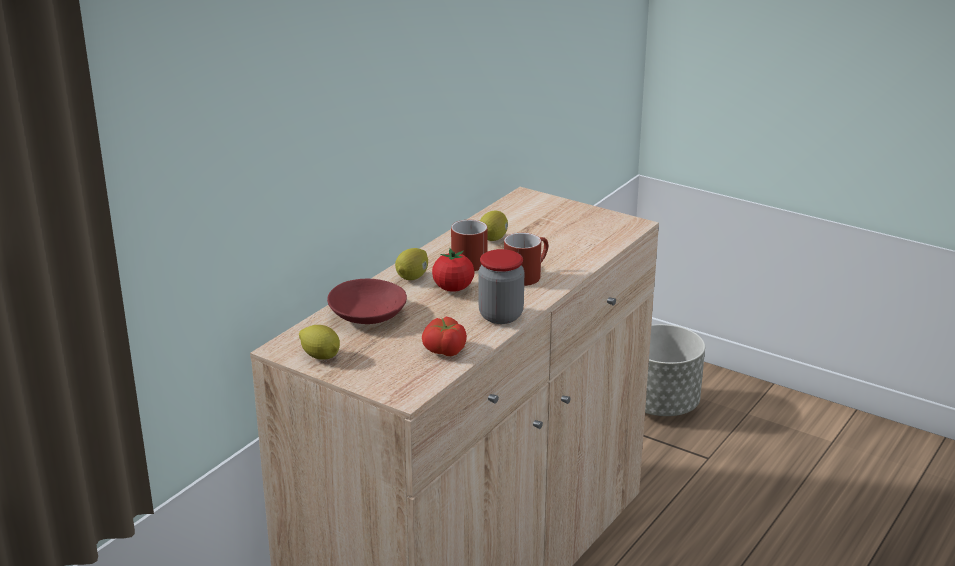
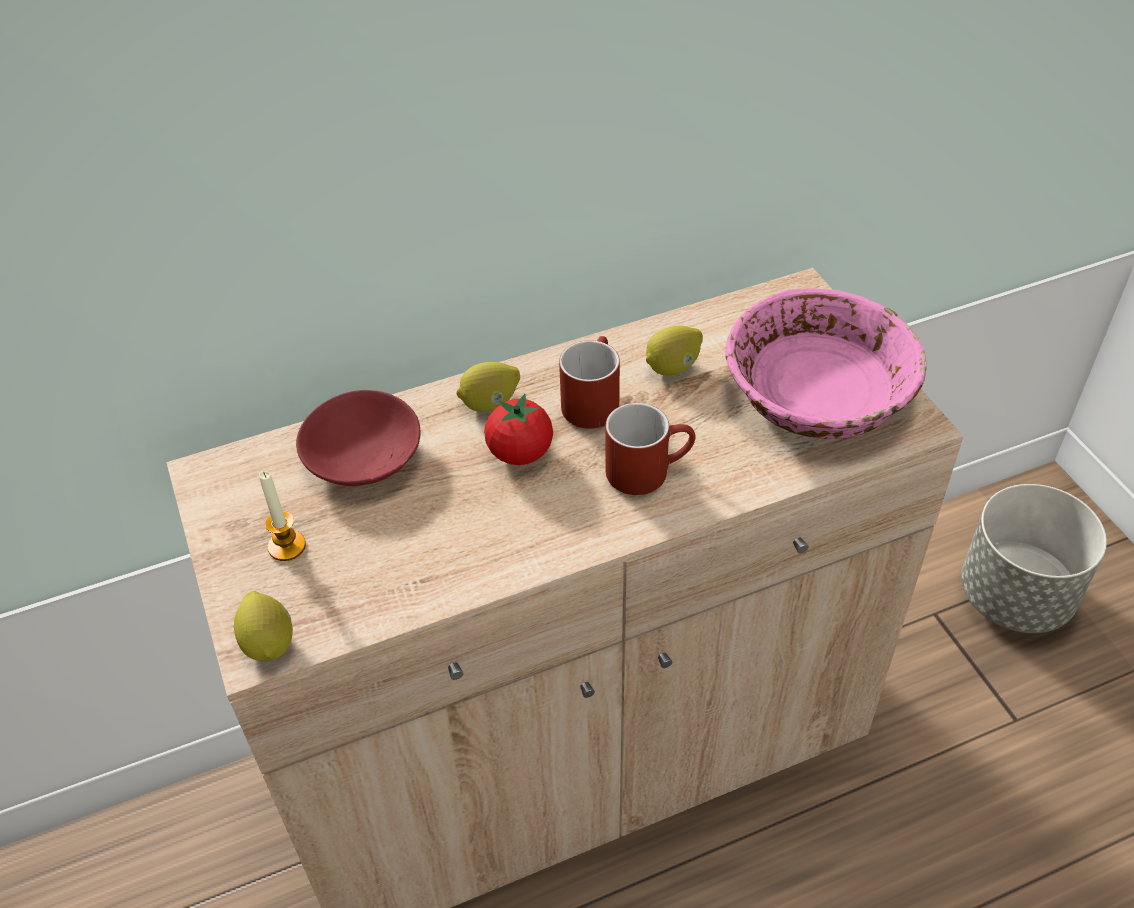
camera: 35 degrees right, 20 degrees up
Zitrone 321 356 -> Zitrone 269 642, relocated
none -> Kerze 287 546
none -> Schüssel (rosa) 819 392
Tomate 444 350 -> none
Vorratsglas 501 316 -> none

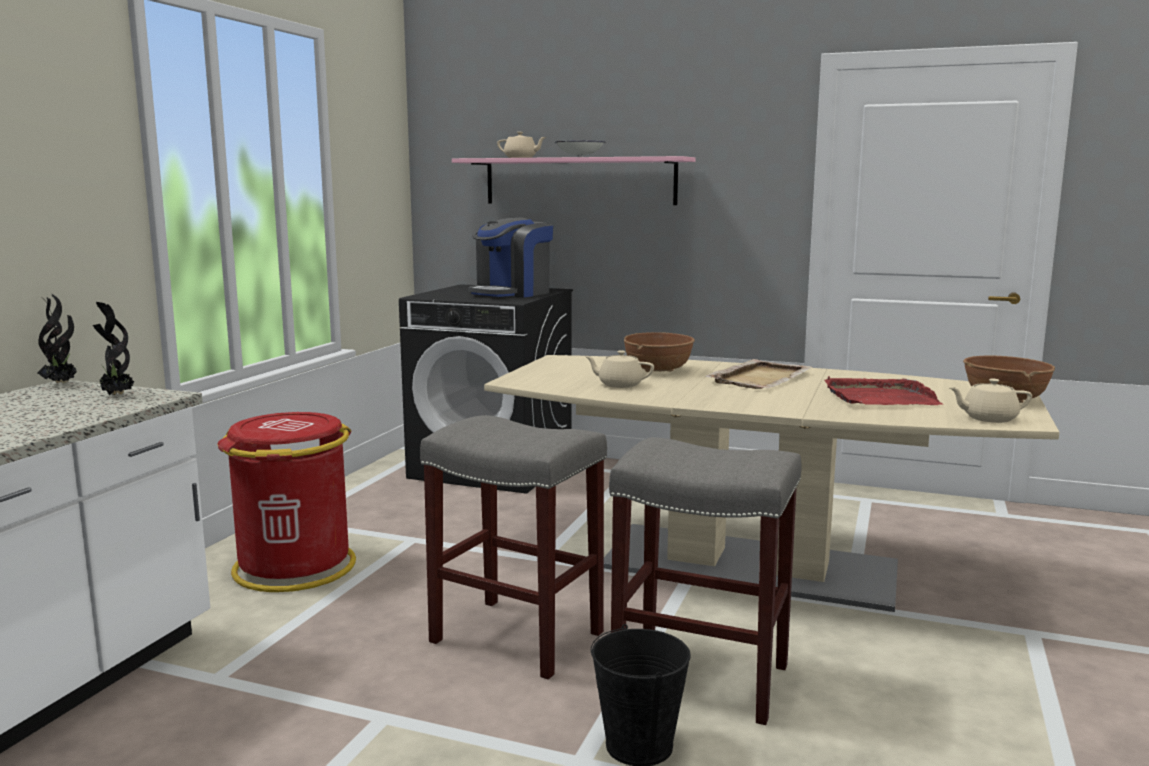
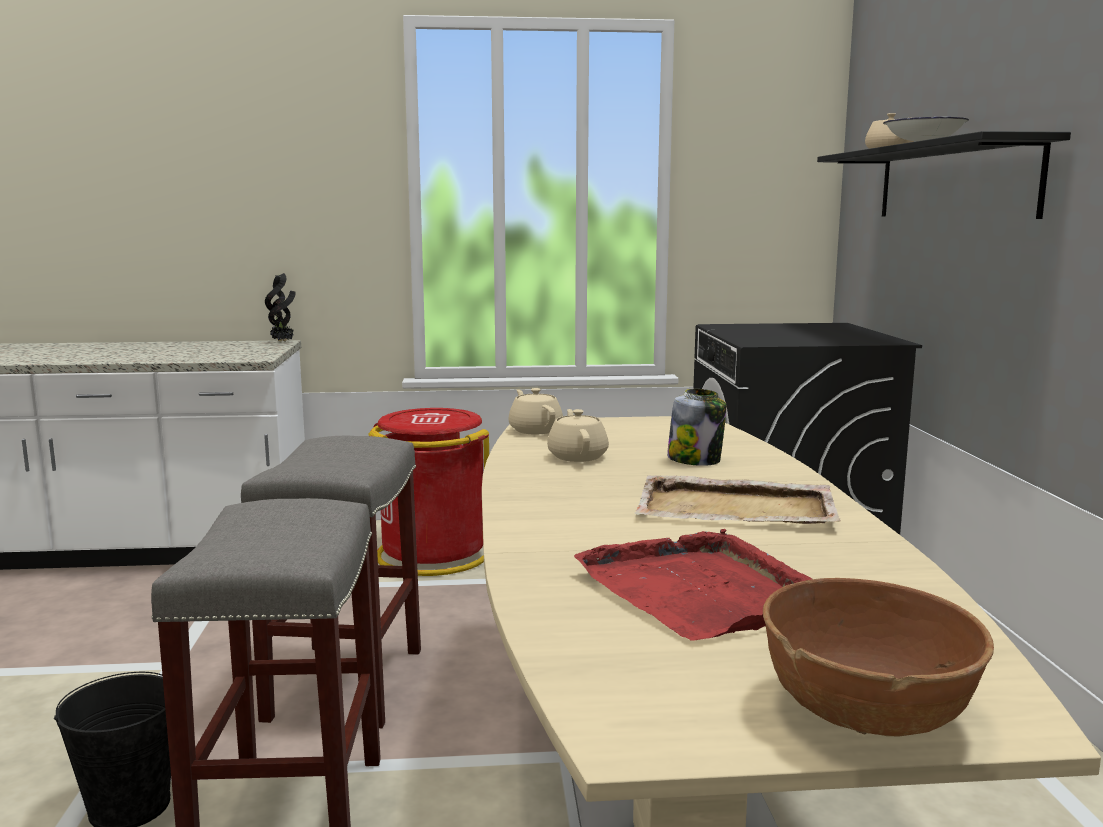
camera: 65 degrees right, 0 degrees up
Teekanne (beige) 988 418 -> Teekanne (beige) 535 430, relocated
Schüssel (braun) 658 370 -> Vorratsglas 695 460
Wandregal (rosa) 579 181 -> Wandregal (schwarz) 953 182
Topfpflanze 116 395 -> none
Kaffeemaschine 512 293 -> none

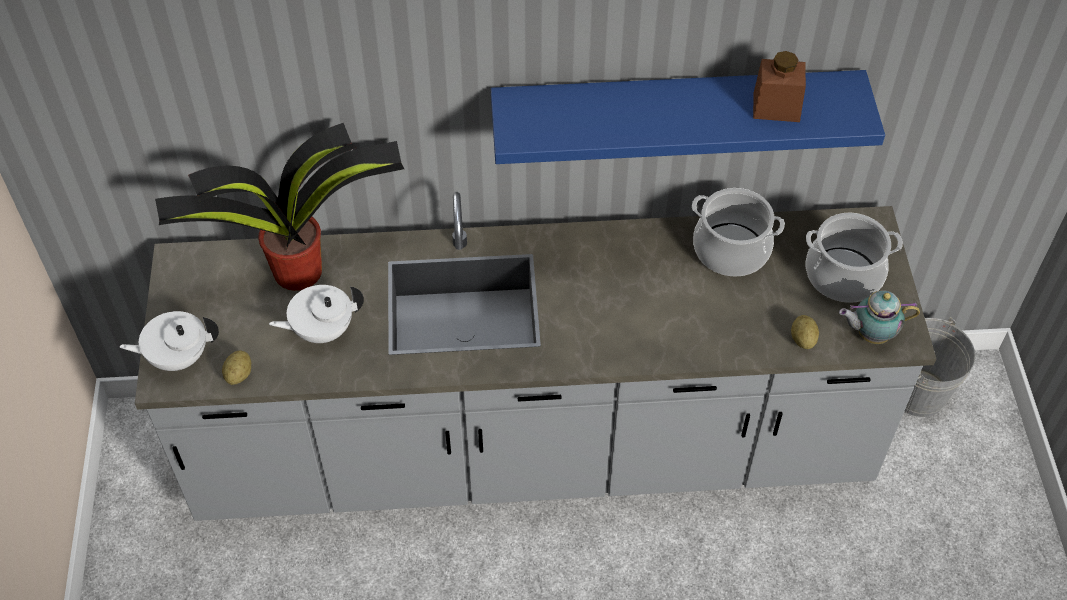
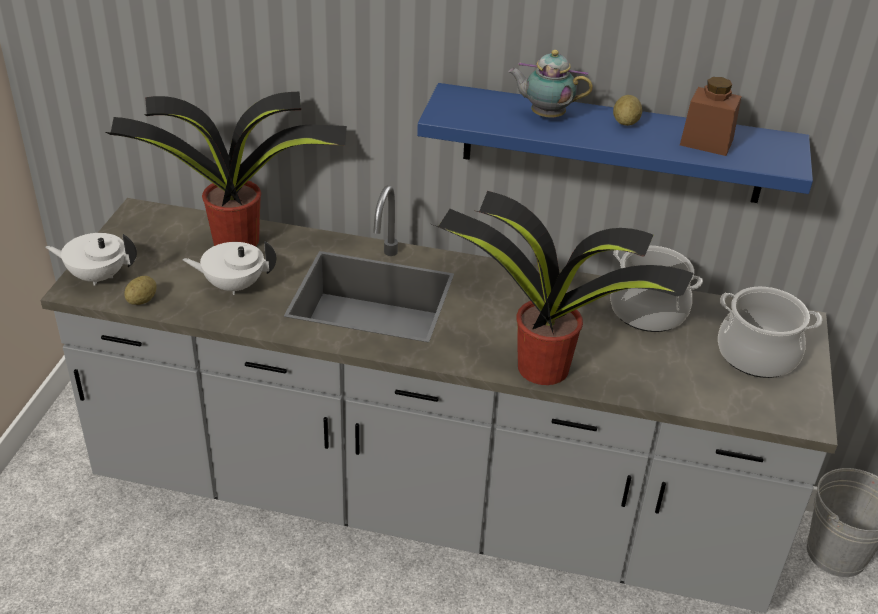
camera: 15 degrees right, 15 degrees down
none -> Topfpflanze 540 366
Teekanne 870 334 -> Teekanne 545 115, relocated
Kartoffel 803 339 -> Kartoffel 625 123, relocated

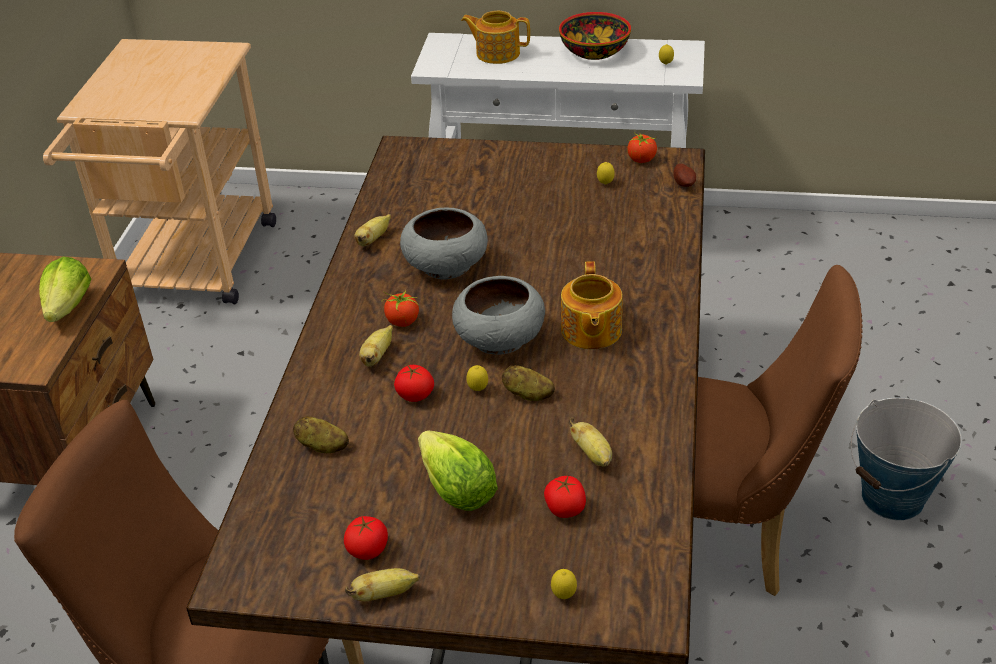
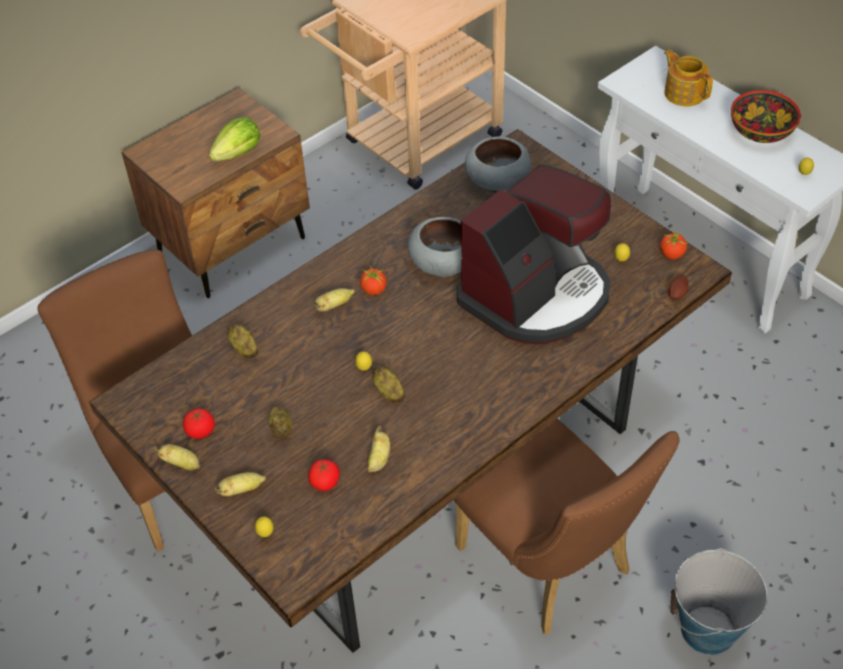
camera: 40 degrees right, 10 degrees up
Banane 373 239 -> Banane 242 490, relocated
Salatkopf 457 491 -> Kartoffel 281 428
none -> Kaffeemaschine 537 295
Schüssel (grau) 498 339 -> Schüssel (grau) 497 180, relocated
Tomate 415 395 -> none
Teekanne 590 331 -> none

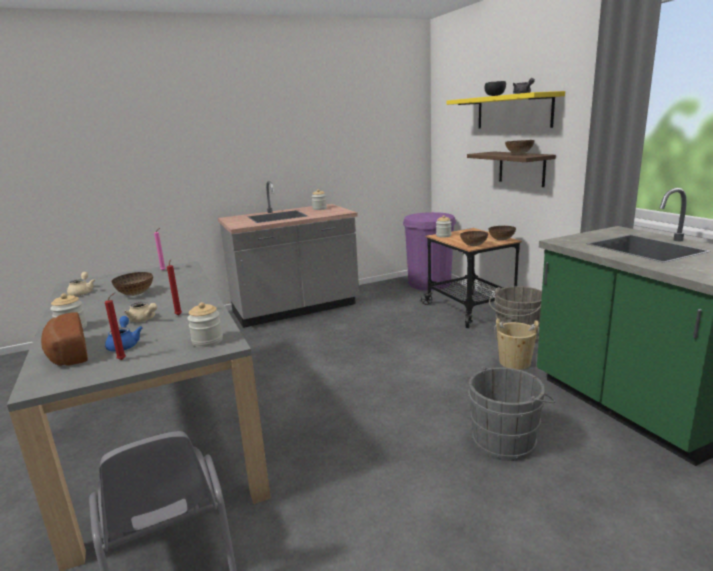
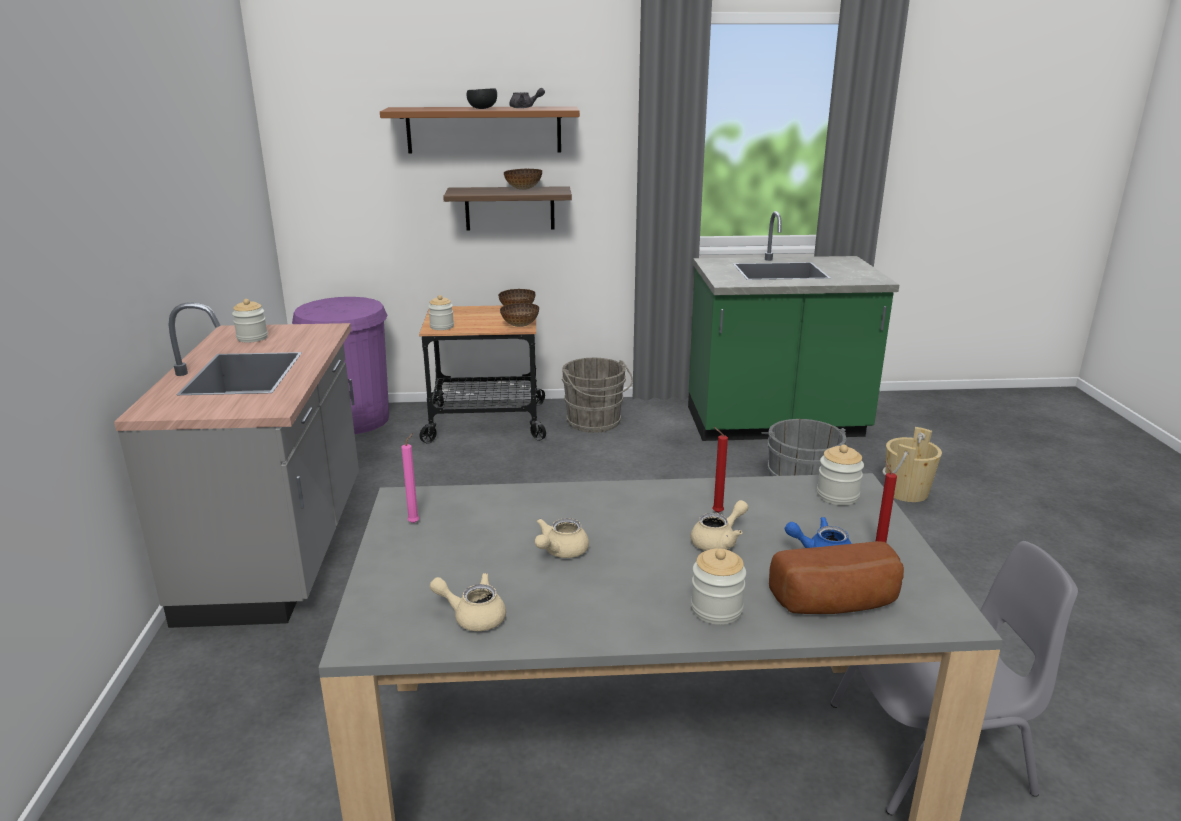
camera: 70 degrees left, 5 degrees up
Wandregal (gelb) 513 111 -> Wandregal (braun) 484 130
Schüssel 135 294 -> Teekanne (beige) 560 552
Eimer (beige) 514 362 -> Eimer (beige) 906 492, relocated

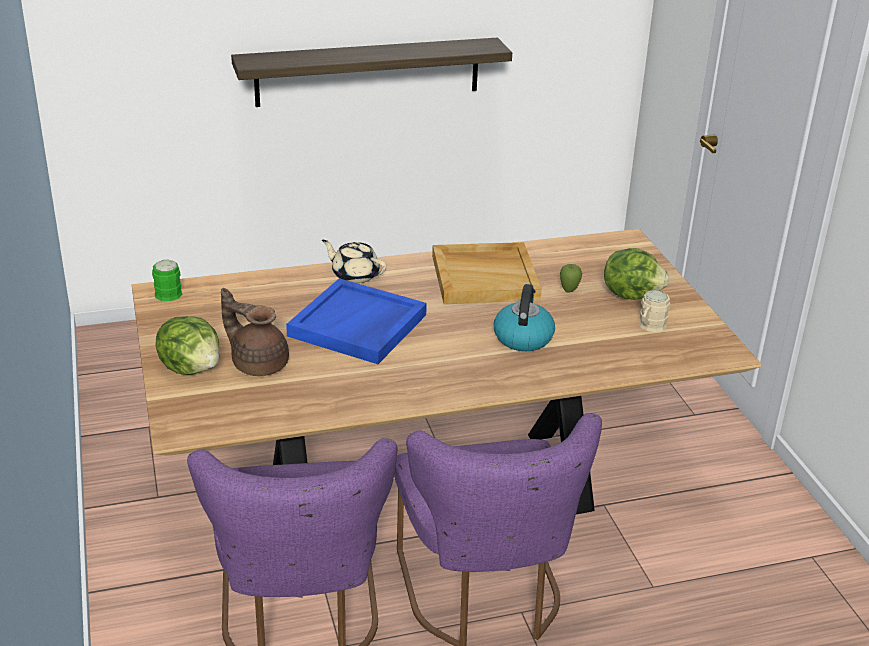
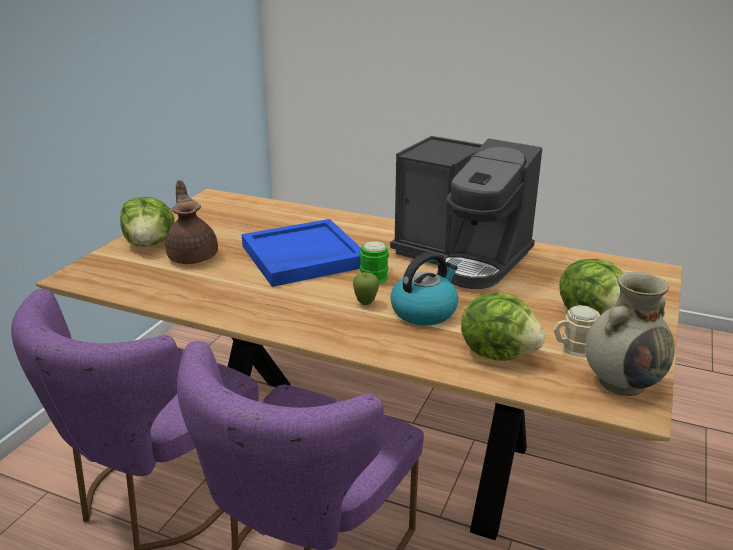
camera: 40 degrees right, 5 degrees down
Apfel 569 291 -> Apfel 365 304, relocated
Henkelbecher (grün) 167 291 -> Henkelbecher (grün) 376 275, relocated
Tablett (beige) 485 277 -> Kaffeemaschine 463 257
none -> Salatkopf 498 353
none -> Vase (beige) 622 382
Wandregal 368 72 -> none
Teekanne (beige) 354 275 -> none

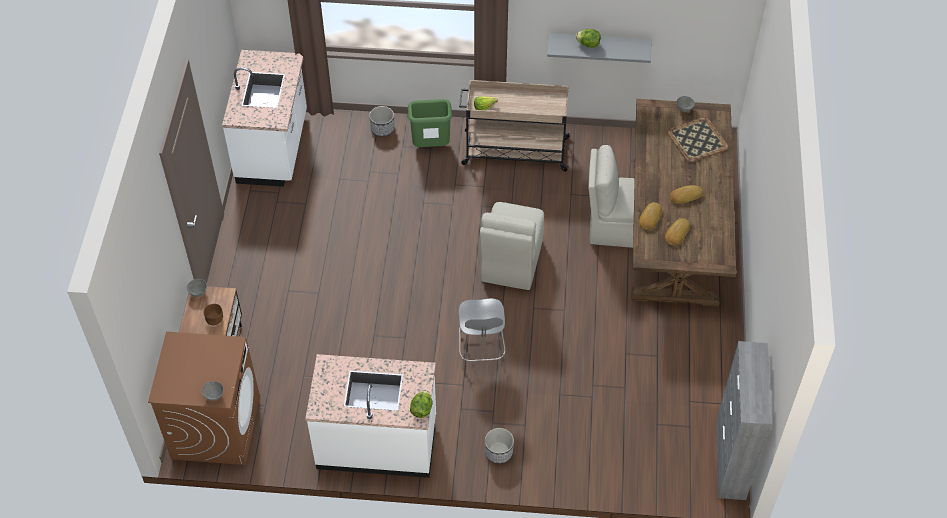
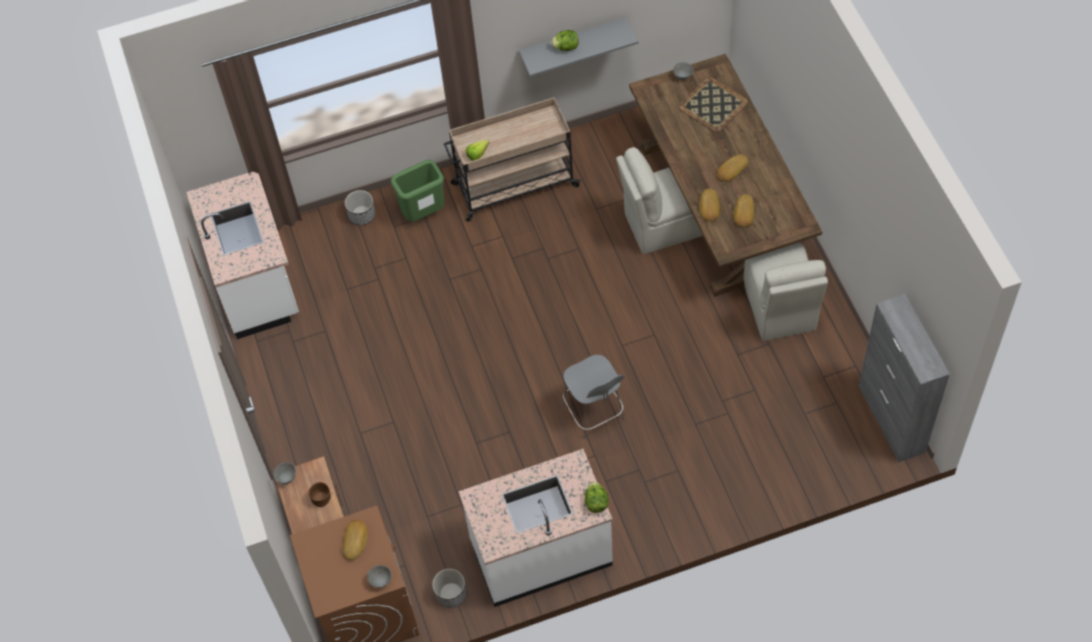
camera: 20 degrees left, 5 degrees up
none -> Brot 355 541
Pflanzkübel 498 452 -> Pflanzkübel 451 594, relocated
Stuhl (beige) 511 262 -> Stuhl (beige) 779 308, relocated

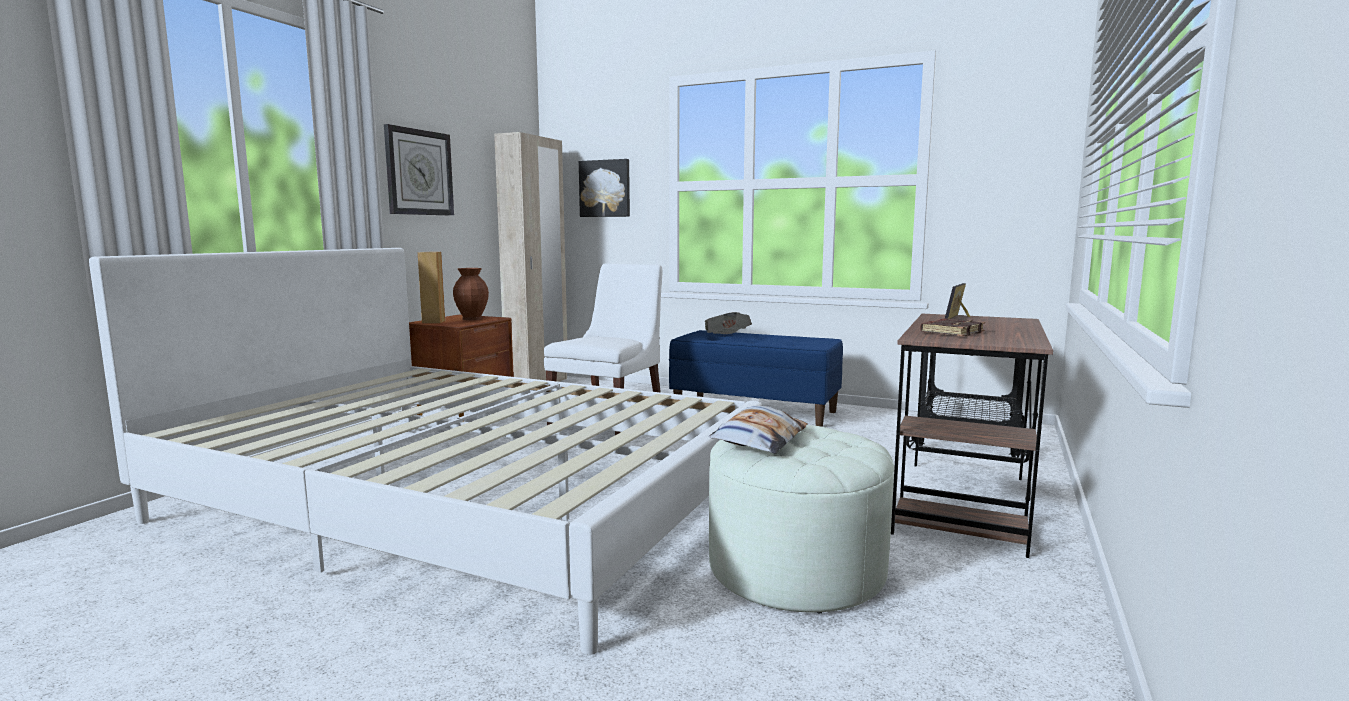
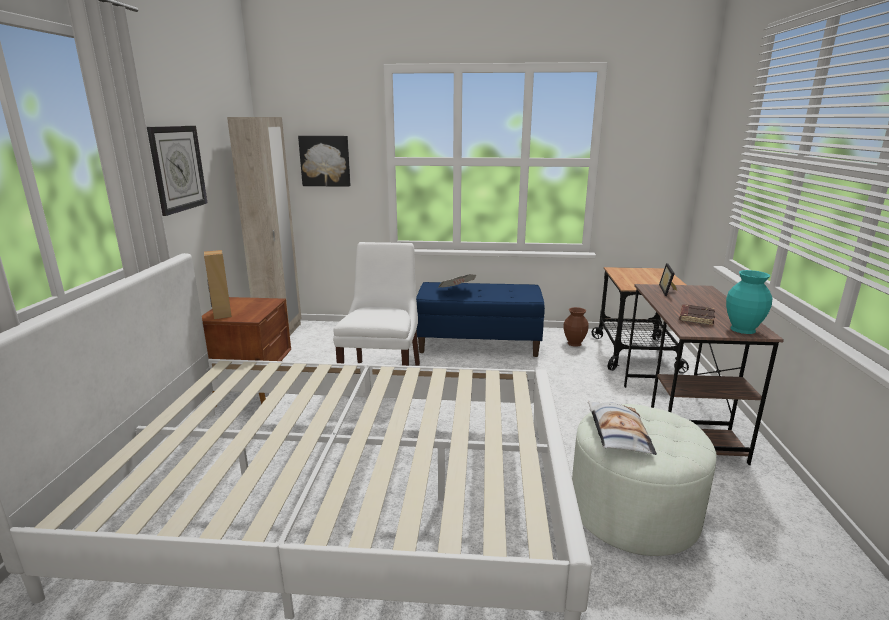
camera: 20 degrees left, 10 degrees up
Vase (braun) 471 318 -> Vase (braun) 573 343, relocated
none -> Vase (türkis) 742 329

